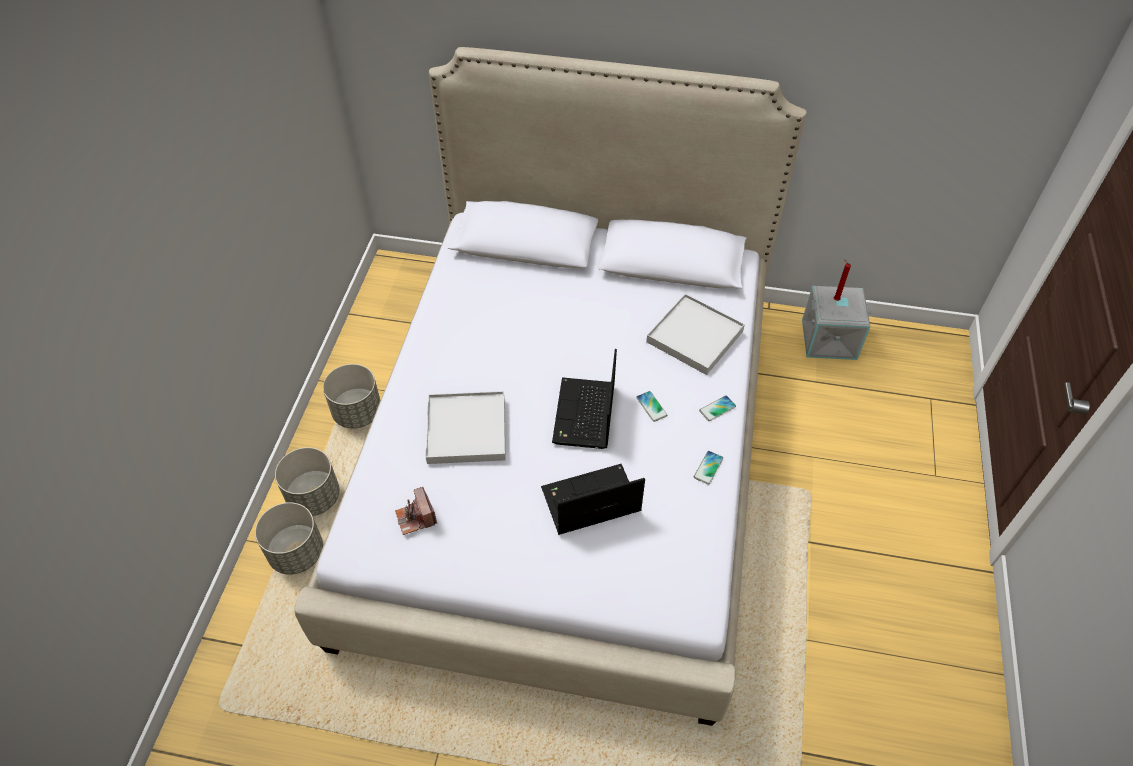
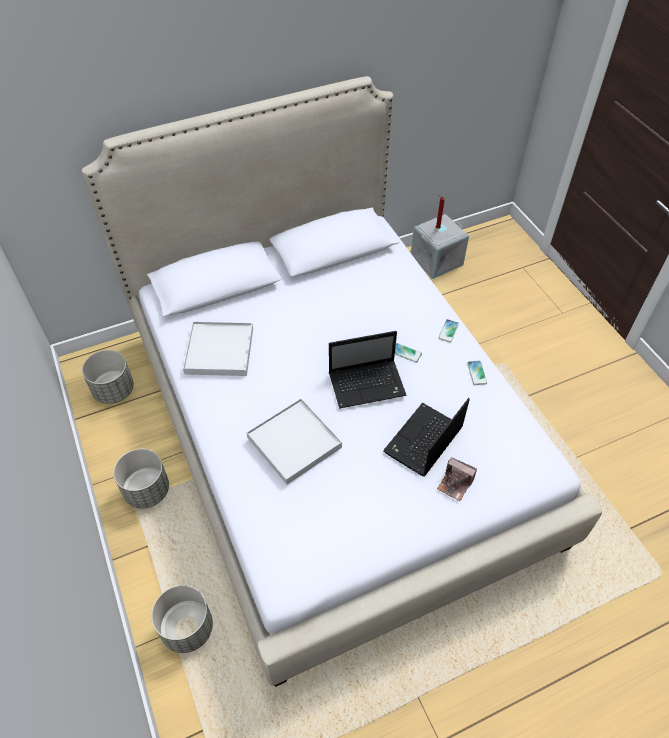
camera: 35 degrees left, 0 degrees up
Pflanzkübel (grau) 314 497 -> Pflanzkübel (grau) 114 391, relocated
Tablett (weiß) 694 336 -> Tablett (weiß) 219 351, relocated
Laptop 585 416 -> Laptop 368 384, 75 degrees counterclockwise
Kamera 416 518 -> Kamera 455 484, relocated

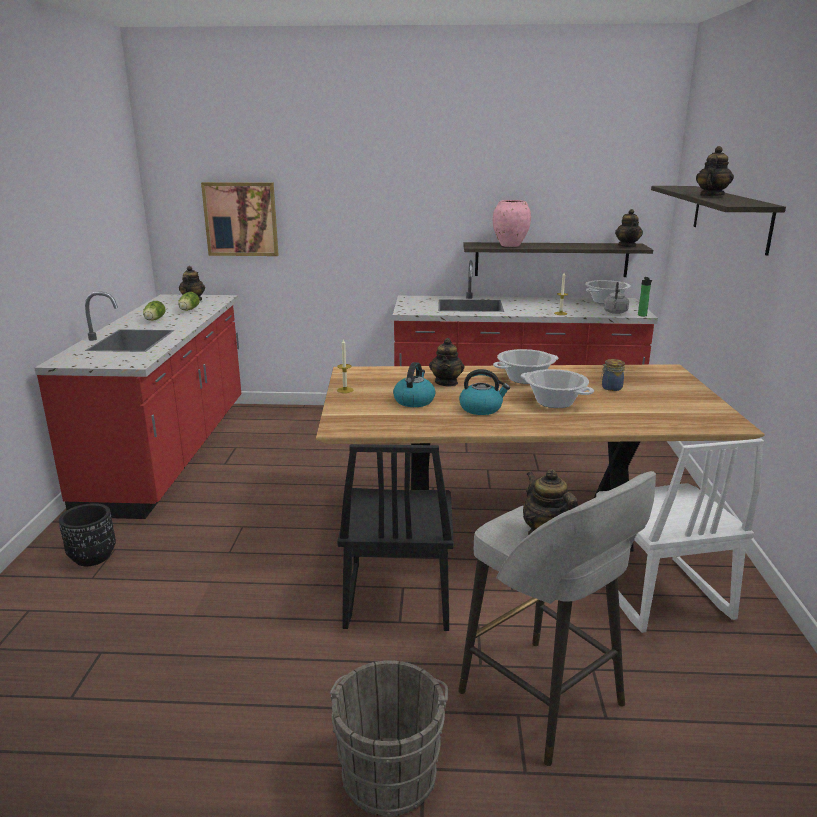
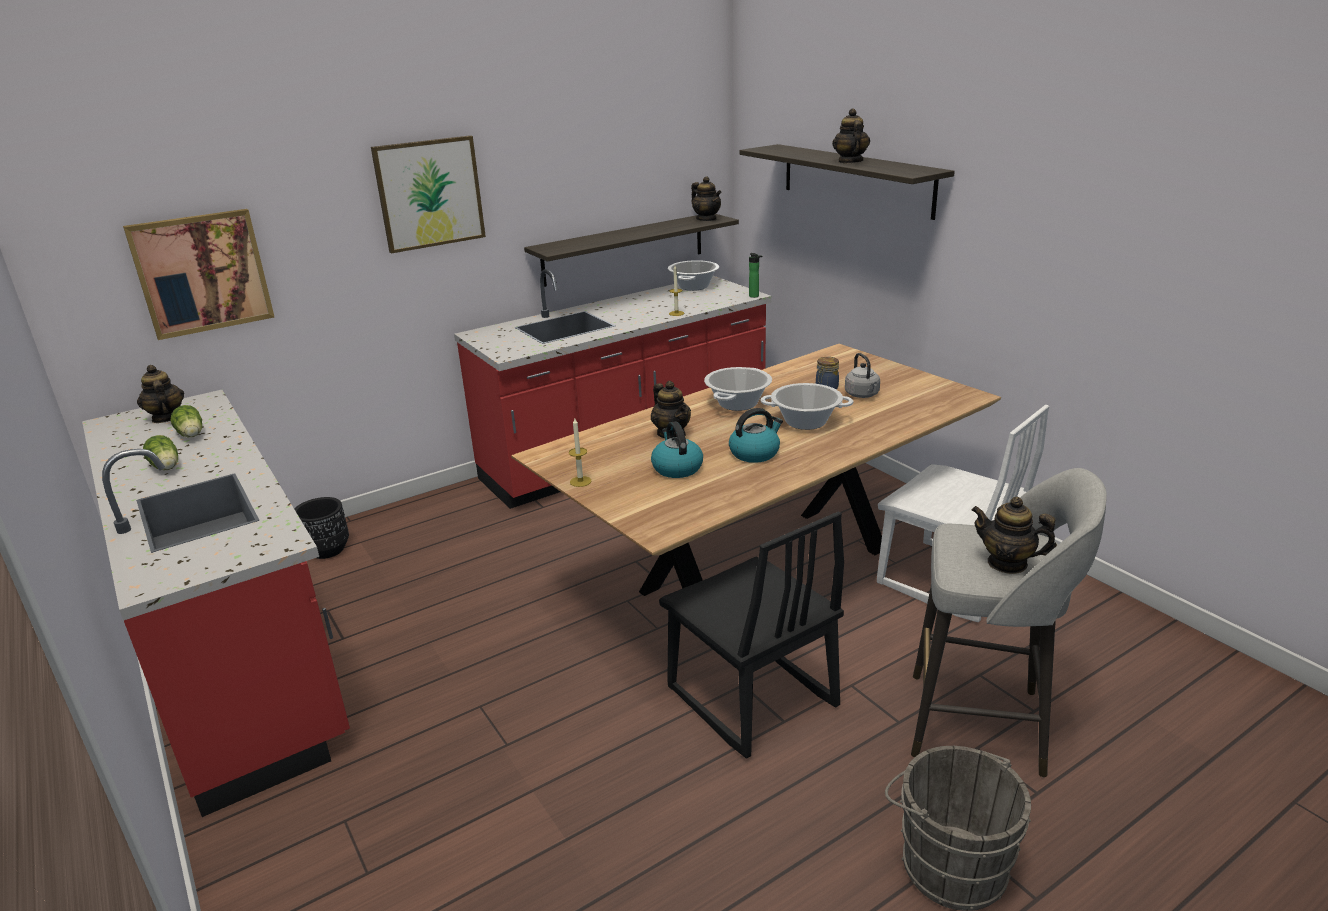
camera: 35 degrees left, 5 degrees up
Pflanzkübel (schwarz) 92 557 -> Pflanzkübel (schwarz) 327 550, relocated
none -> Bild 429 193
Wasserkessel (grau) 615 312 -> Wasserkessel (grau) 862 395, relocated
Vase (rosa) 509 245 -> none

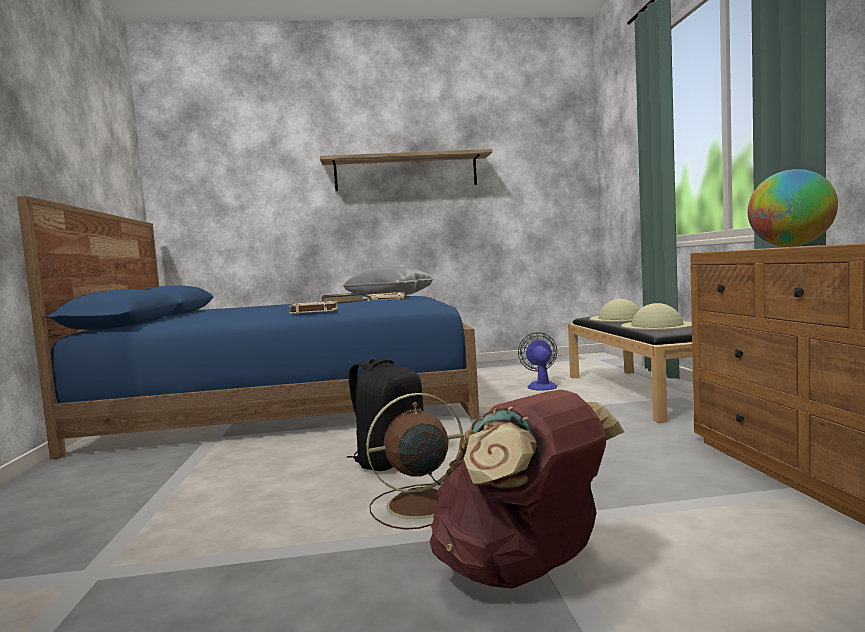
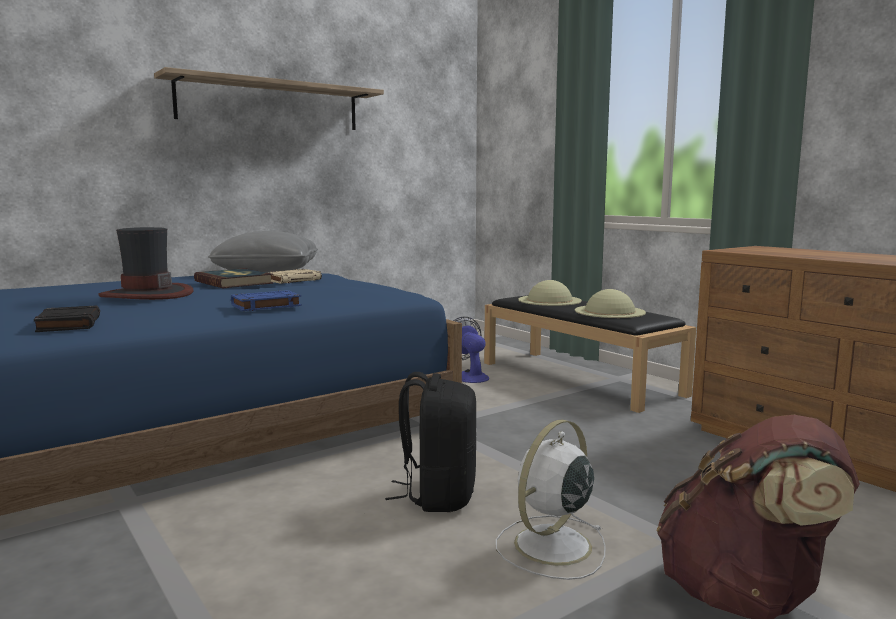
camera: 30 degrees left, 5 degrees up
none -> Buch (schwarz) 69 324
none -> Hut 147 295
Buch (beige) 313 311 -> Buch (blau) 265 306
Ventilator (braun) 416 505 -> Ventilator (weiß) 550 546
Globus 791 246 -> none

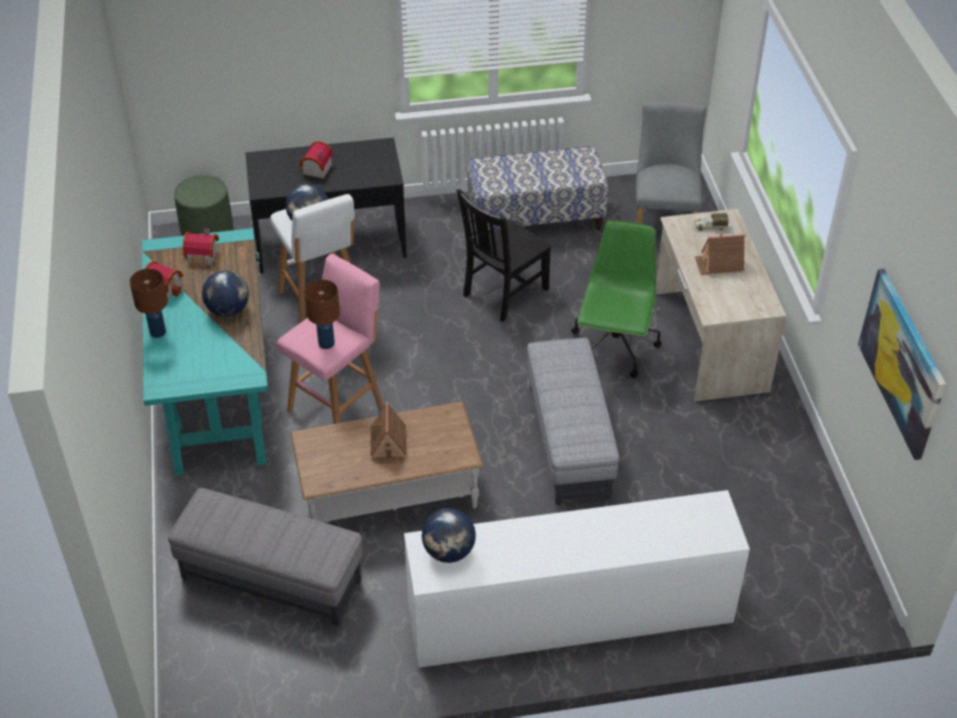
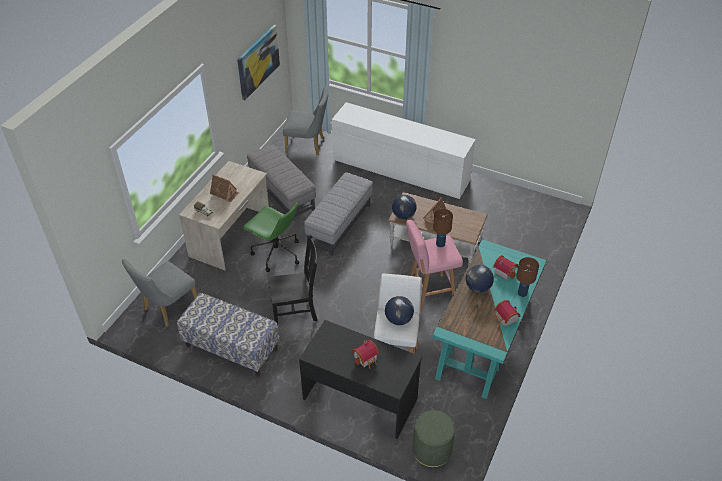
camera: 145 degrees left, 0 degrees up
Bürostuhl (grün) 614 349 -> Bürostuhl (grün) 276 253, 105 degrees counterclockwise
Polsterhocker (grau) 271 579 -> Polsterhocker (grau) 283 194, relocated
none -> Stuhl (grau) 308 146
Globus 449 551 -> Globus 403 215, relocated
Spielzeughaus 203 258 -> Spielzeughaus 504 271, relocated

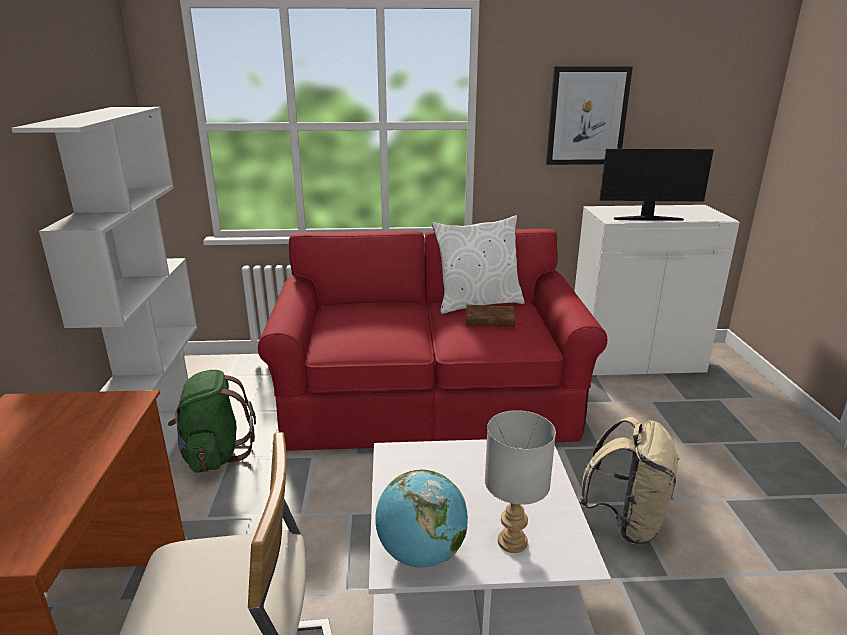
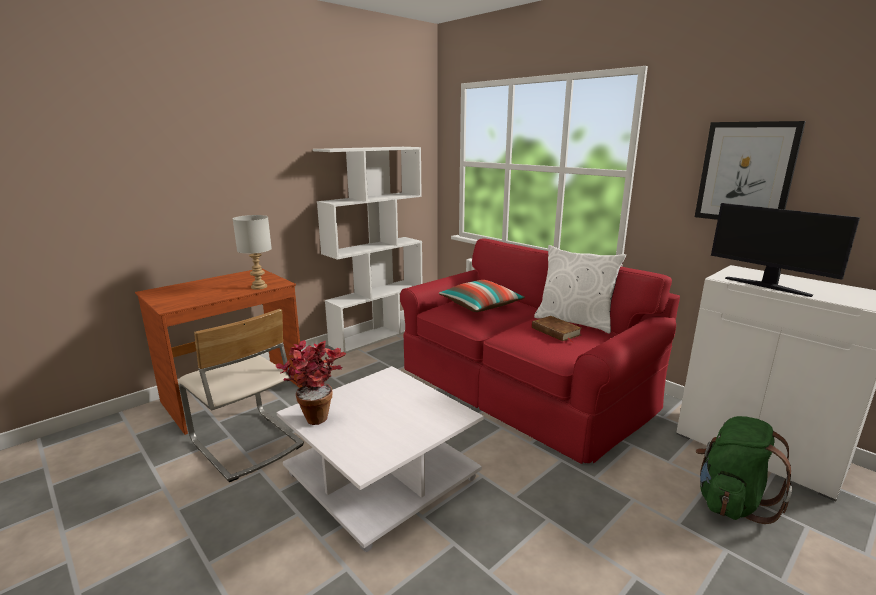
camera: 50 degrees right, 5 degrees down
Tischlampe (grau) 511 541 -> Tischlampe (grau) 259 287, relocated
Globus 421 553 -> Topfpflanze 315 415
none -> Kissen 480 306
Rucksack (grün) 215 454 -> Rucksack (grün) 730 501, relocated
Rucksack (beige) 625 521 -> none

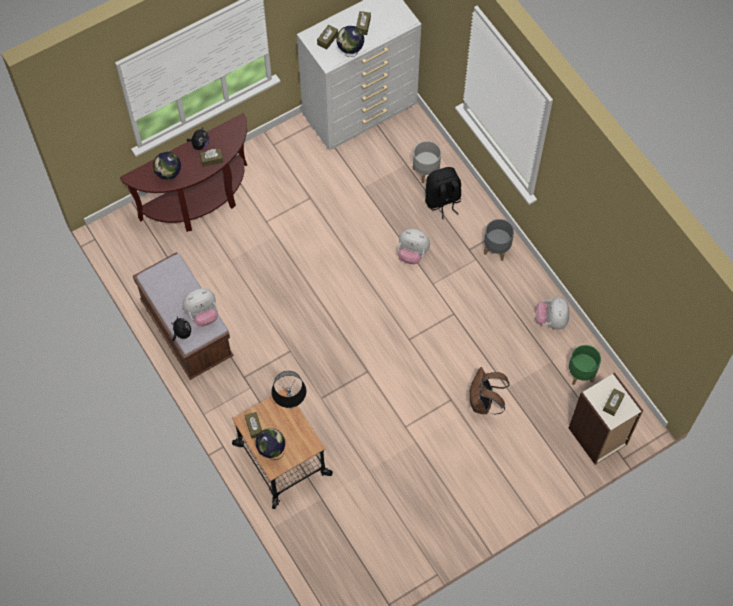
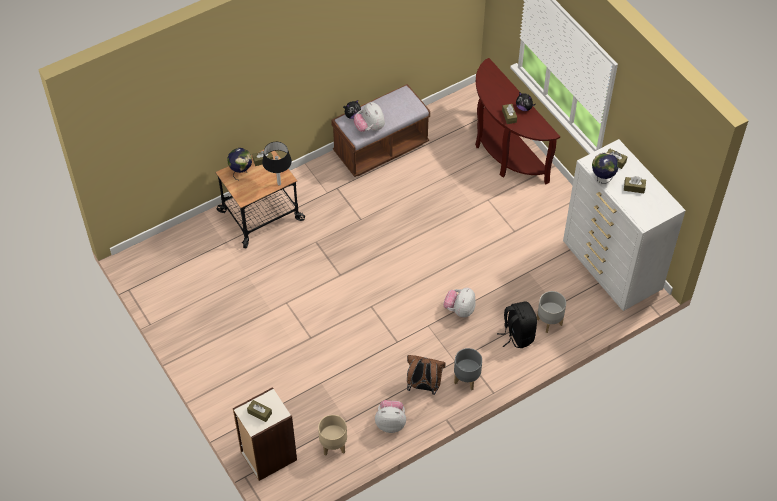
camera: 90 degrees right, 10 degrees down
Pflanzkübel (grün) 581 374 -> Pflanzkübel (beige) 333 445
Rucksack (braun) 483 403 -> Rucksack (braun) 423 386, relocated
Globus 169 176 -> none

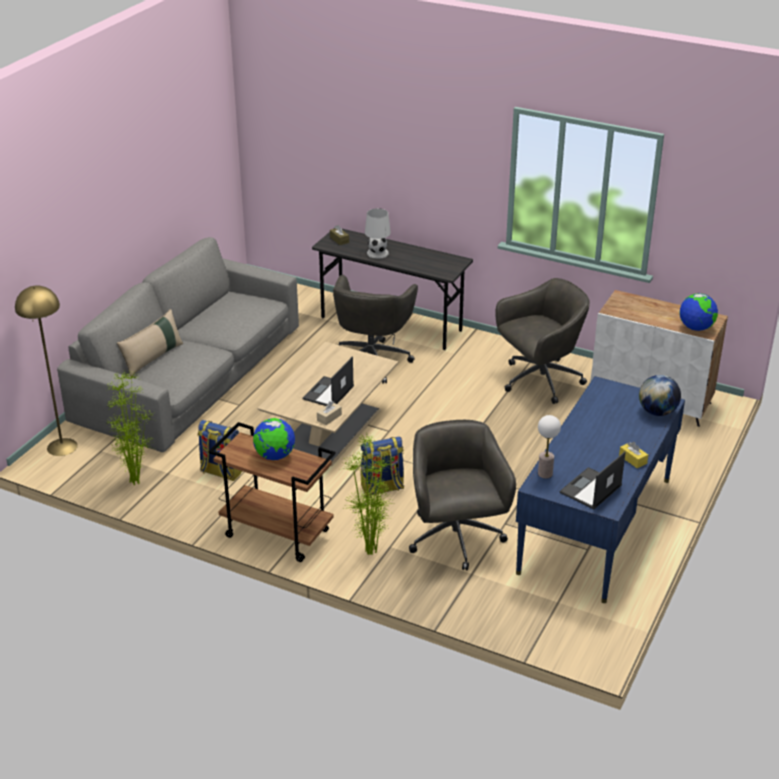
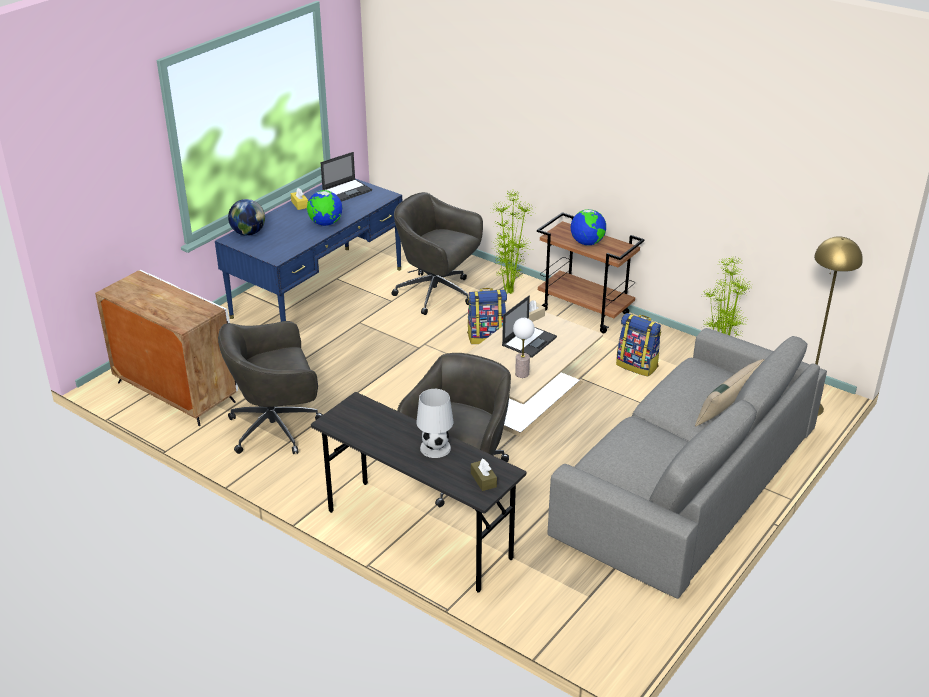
camera: 170 degrees left, 0 degrees up
Globus 696 328 -> Globus 325 223, relocated
Bürostuhl (grau) 456 539 -> Bürostuhl (grau) 437 294, 120 degrees clockwise
Tischlampe 545 473 -> Tischlampe 522 374, relocated

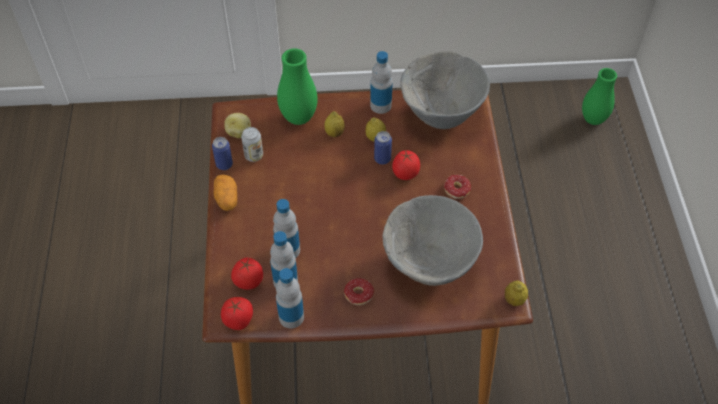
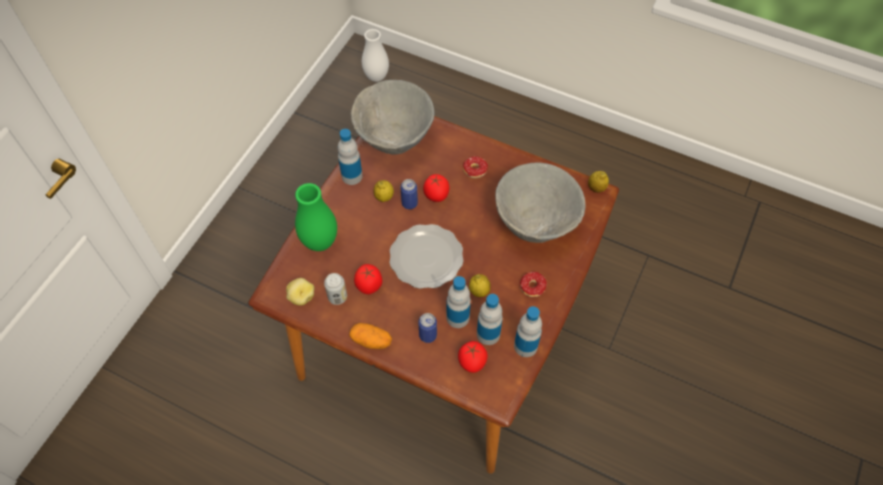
camera: 60 degrees left, 5 degrees up
Tomate 239 321 -> Tomate 369 285, relocated
Vase (grün) 593 119 -> Vase (weiß) 376 77
none -> Teller 426 257
Dose 224 164 -> Dose 428 335, relocated
Zitrone 334 133 -> Zitrone 479 291, relocated

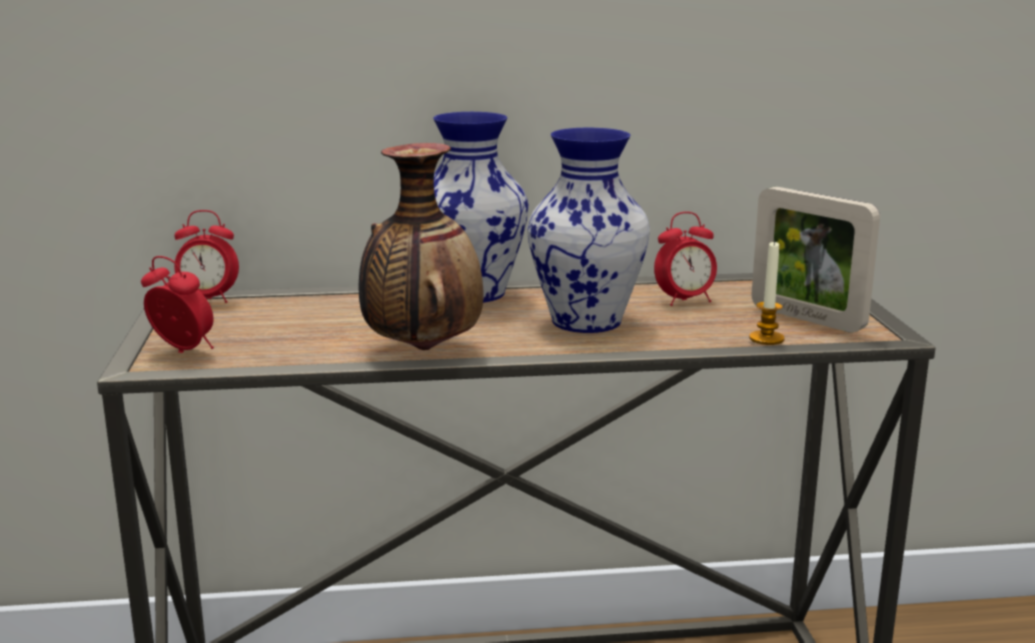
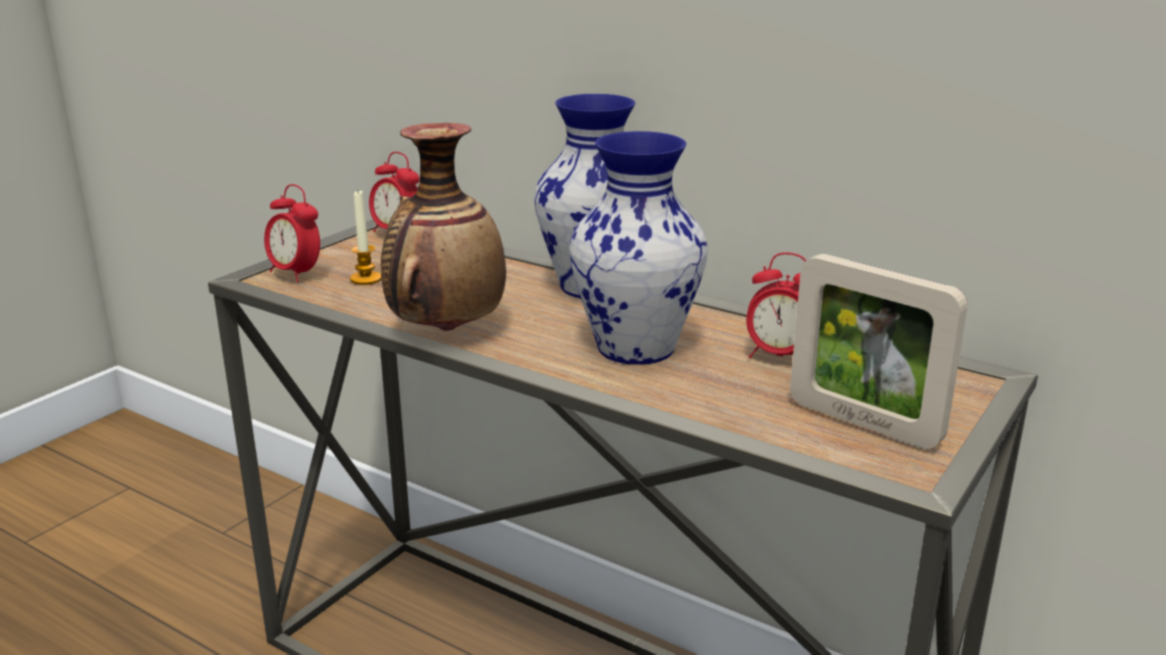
camera: 40 degrees right, 5 degrees up
Wecker 183 351 -> Wecker 296 274, 150 degrees clockwise
Kerze 766 339 -> Kerze 366 279, relocated
Bilderrahmen 807 318 -> Bilderrahmen 863 422, 45 degrees counterclockwise

